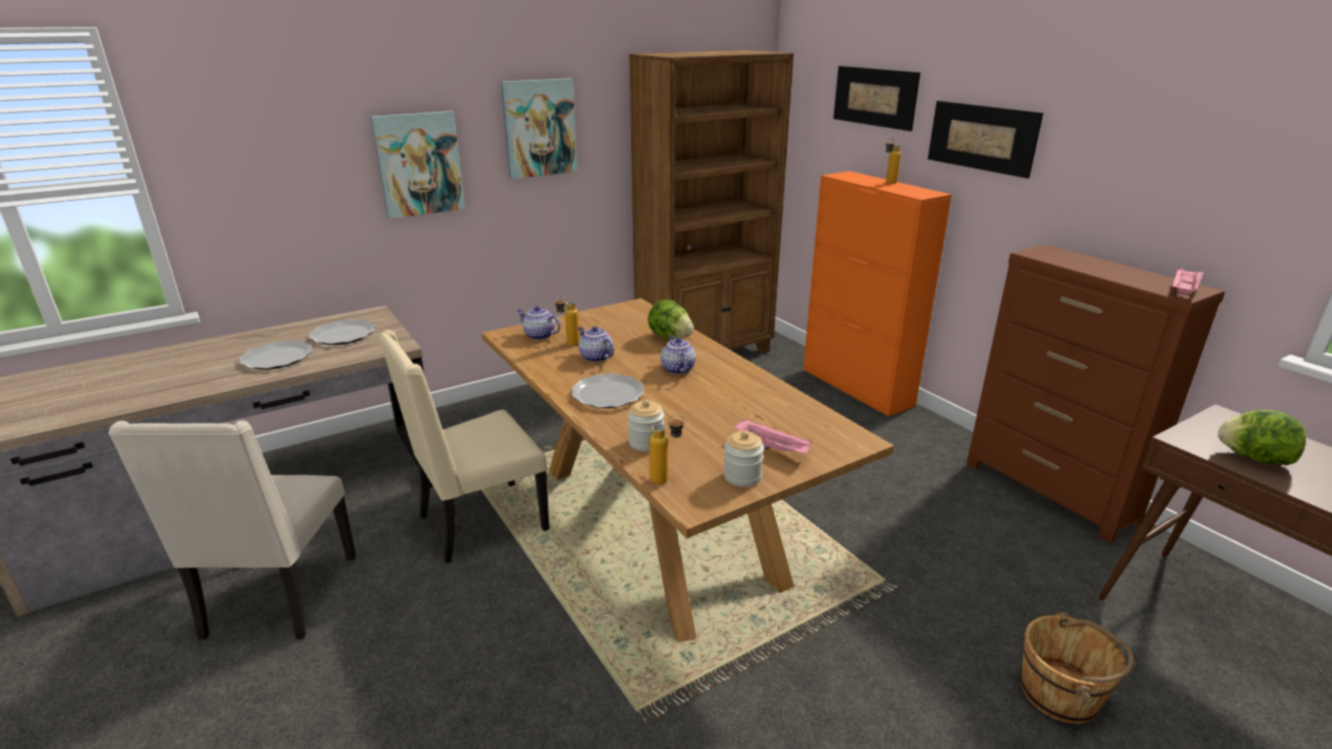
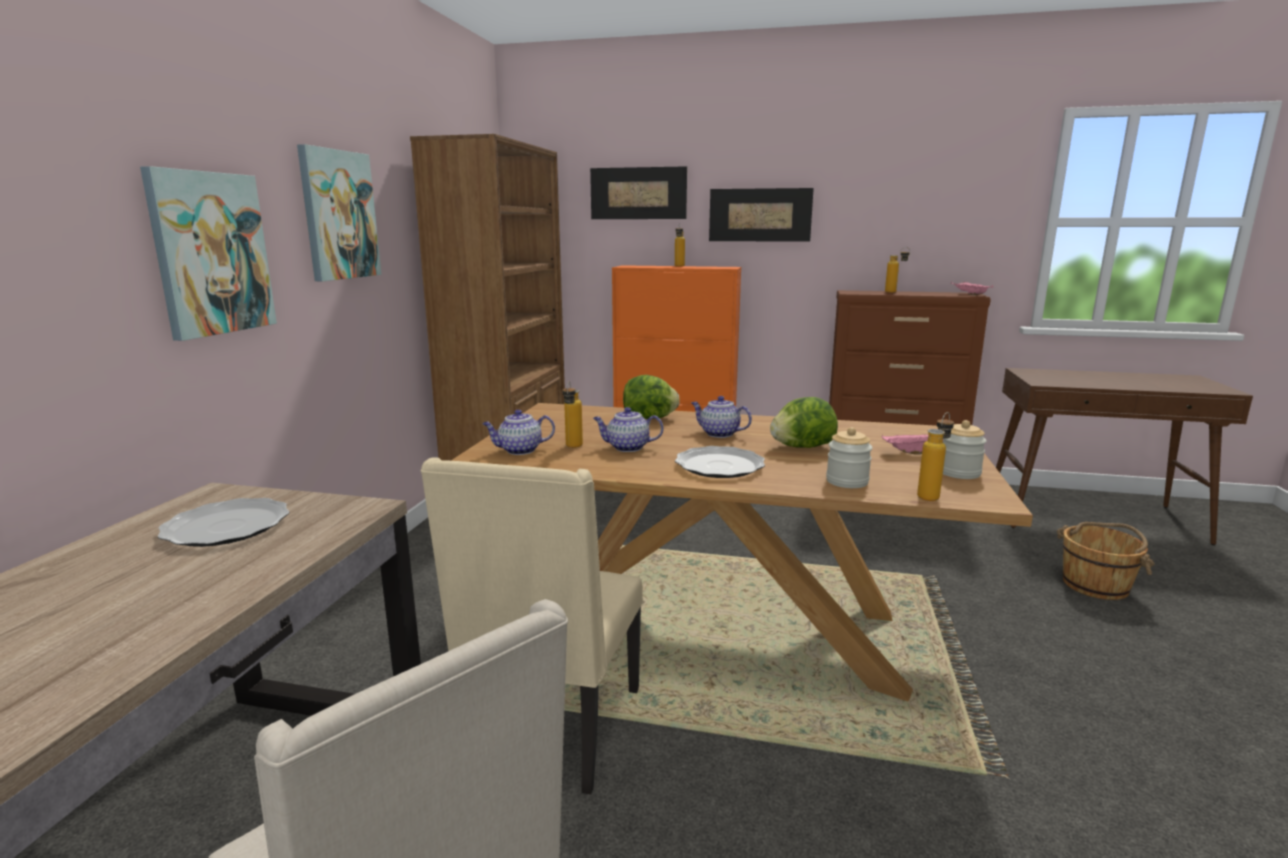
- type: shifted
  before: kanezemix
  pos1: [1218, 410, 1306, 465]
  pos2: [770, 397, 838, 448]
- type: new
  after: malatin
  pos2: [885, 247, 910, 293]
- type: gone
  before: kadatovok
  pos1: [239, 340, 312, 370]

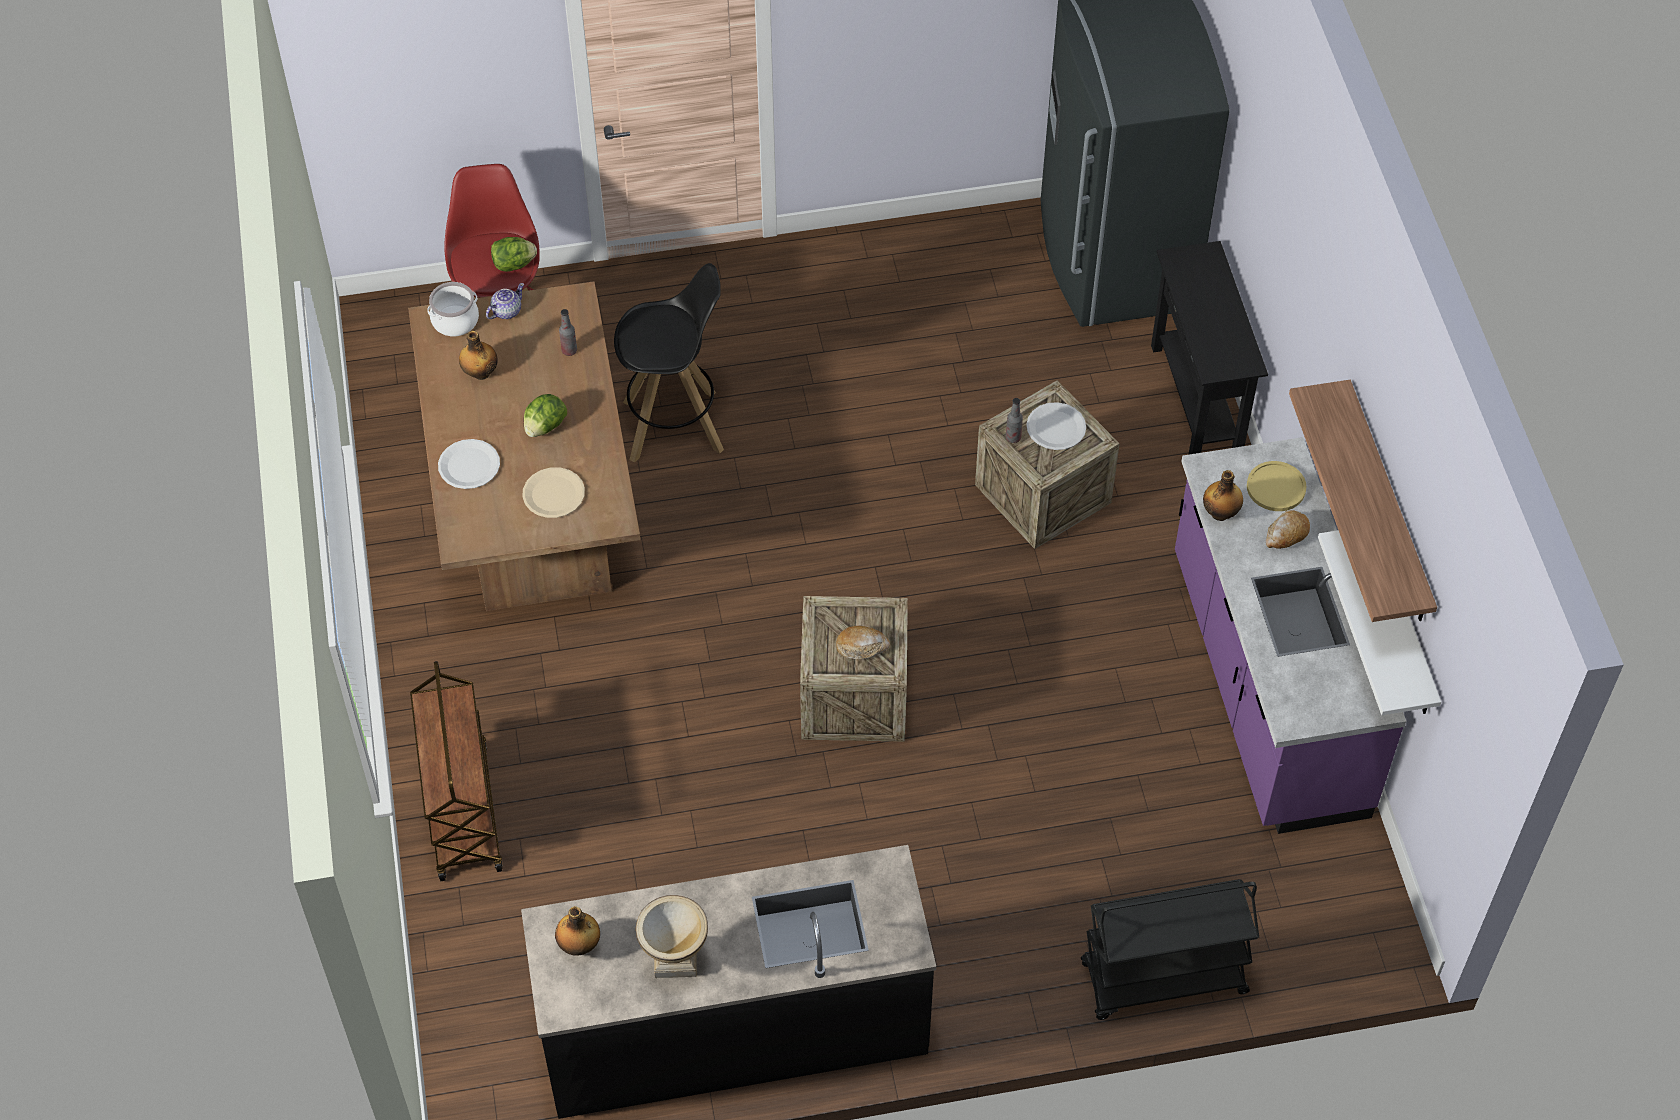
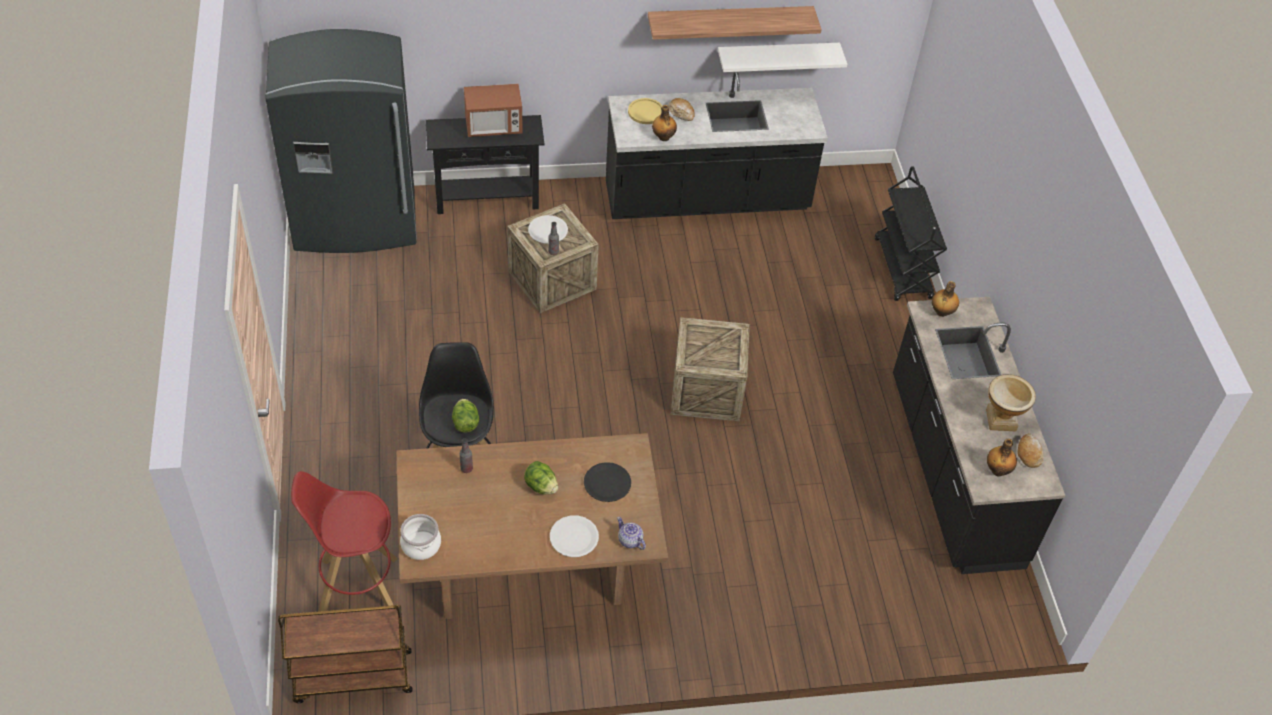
- type: shifted
  before: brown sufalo
  pos1: [410, 661, 503, 881]
  pos2: [278, 605, 413, 703]
- type: shifted
  before: kanezemix
  pos1: [491, 237, 537, 272]
  pos2: [452, 399, 479, 433]
- type: new
  after: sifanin
  pos2: [464, 84, 523, 137]
- type: repainted
  before: beige kadatovok
  after: black kadatovok
  pos1: [522, 467, 585, 518]
  pos2: [584, 462, 631, 502]
- type: repainted
  before: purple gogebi
  after: black gogebi
  pos1: [1175, 437, 1406, 834]
  pos2: [606, 72, 828, 219]
- type: shifted
  before: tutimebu
  pos1: [486, 283, 524, 319]
  pos2: [617, 517, 646, 550]
- type: shifted
  before: malatin
  pos1: [459, 331, 497, 380]
  pos2: [932, 281, 959, 317]
- type: shifted
  before: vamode
  pos1: [836, 626, 890, 659]
  pos2: [1018, 434, 1043, 468]

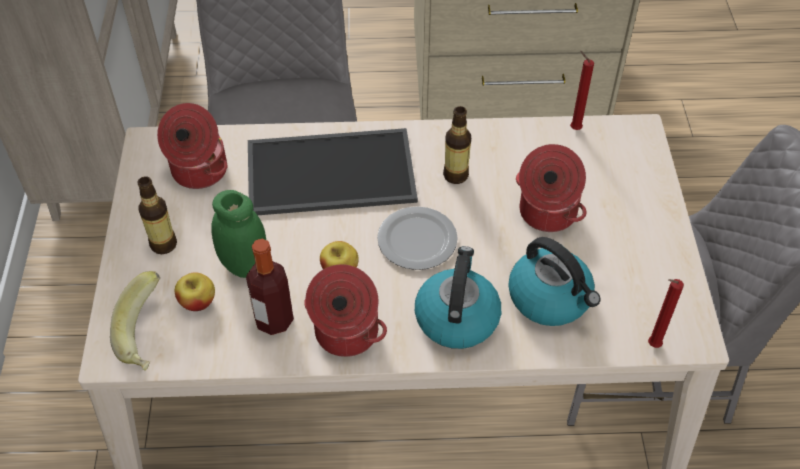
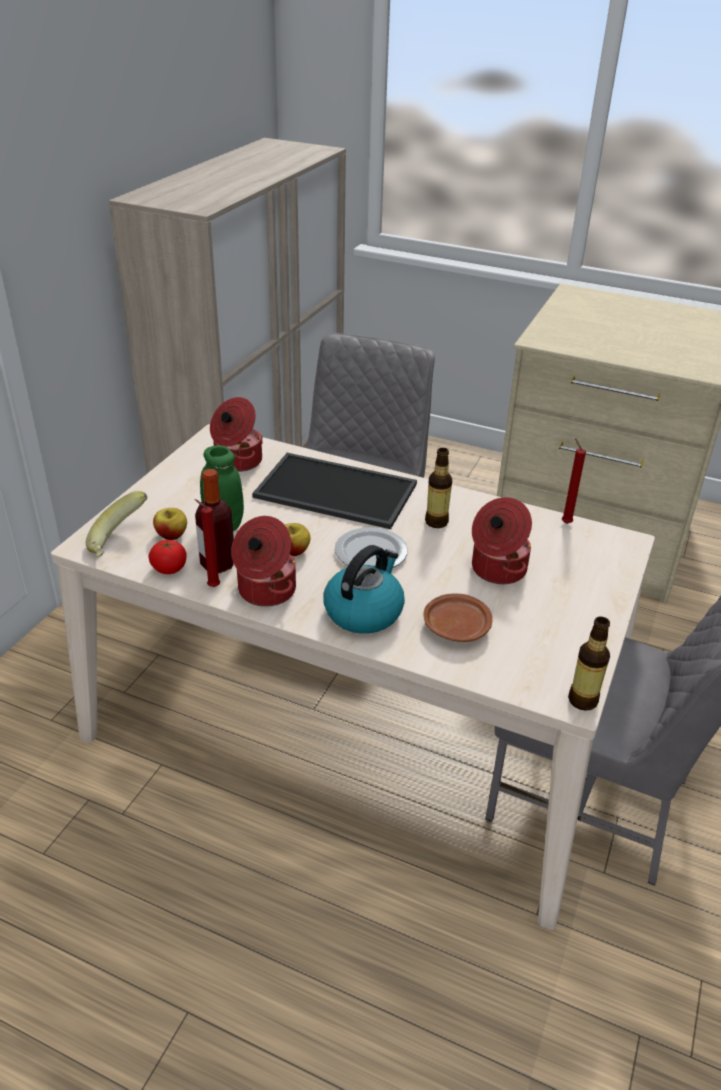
- type: new
  after: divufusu
  pos2: [148, 540, 186, 574]
- type: shifted
  before: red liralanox
  pos1: [648, 279, 684, 348]
  pos2: [194, 499, 220, 587]
- type: swapped
  before: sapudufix
  after: brown kadatovok
  pos1: [508, 237, 600, 326]
  pos2: [423, 594, 493, 642]
- type: shifted
  before: malatin
  pos1: [138, 177, 177, 254]
  pos2: [568, 617, 610, 711]

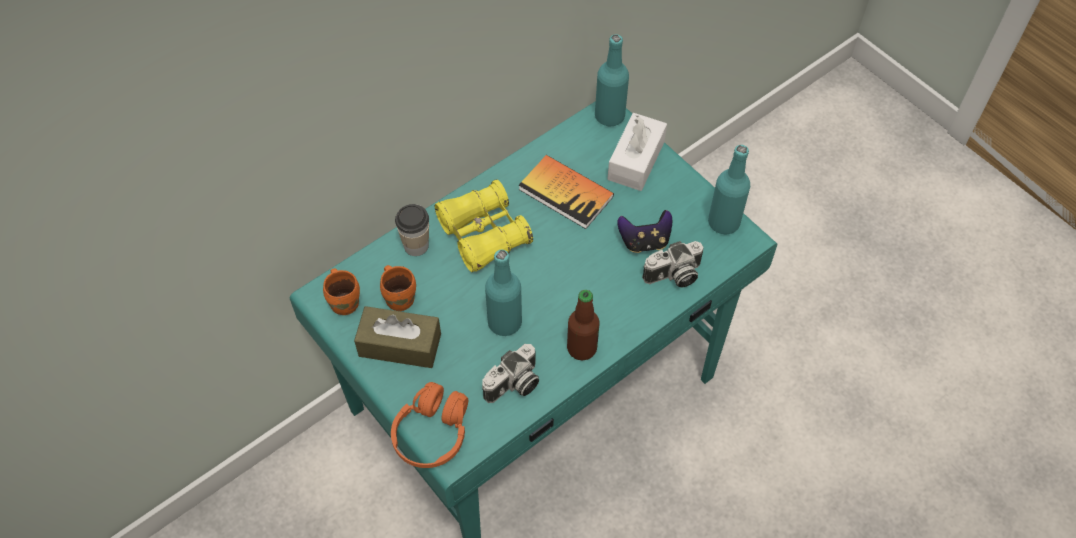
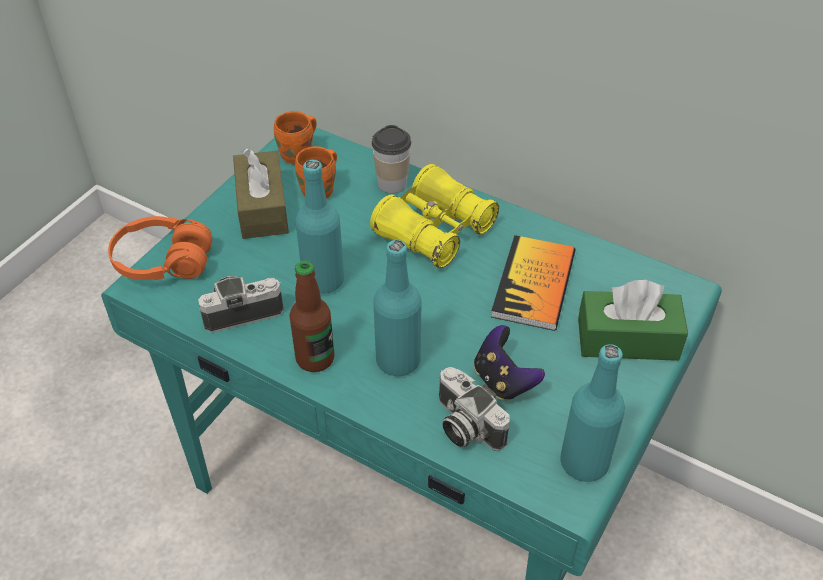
- type: rotated
  before: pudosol
  pos1: [482, 344, 539, 403]
  pos2: [198, 276, 284, 333]
  turn: 135
- type: shifted
  before: turquoise malatin
  pos1: [595, 34, 629, 126]
  pos2: [373, 240, 421, 376]
- type: repainted
  before: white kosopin
  after: green kosopin
  pos1: [607, 113, 667, 191]
  pos2: [578, 280, 688, 361]

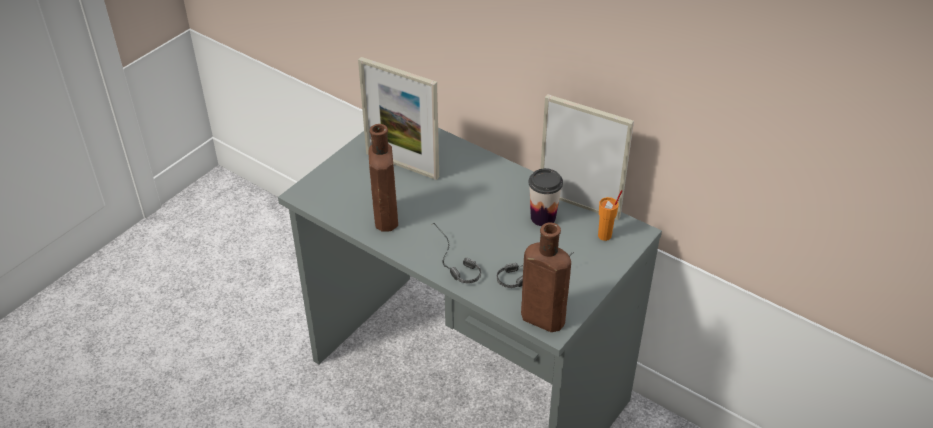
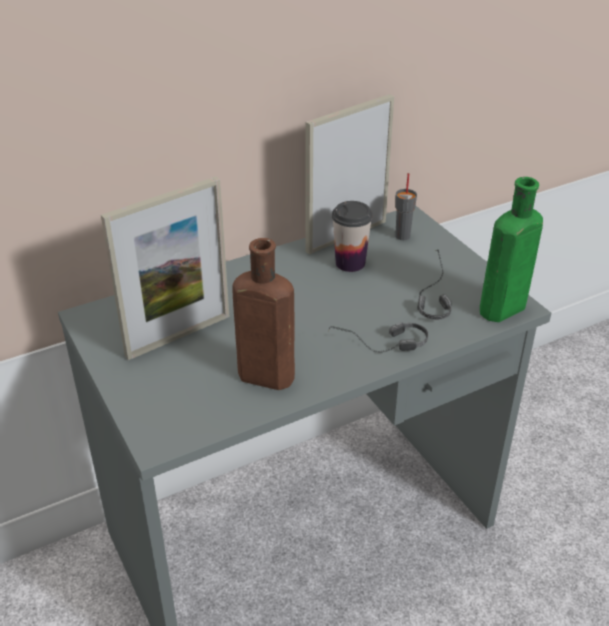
- type: repainted
  before: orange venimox
  after: grey venimox
  pos1: [598, 190, 622, 241]
  pos2: [395, 173, 417, 240]
- type: repainted
  before: brown malatin
  after: green malatin
  pos1: [521, 222, 571, 332]
  pos2: [480, 177, 543, 322]

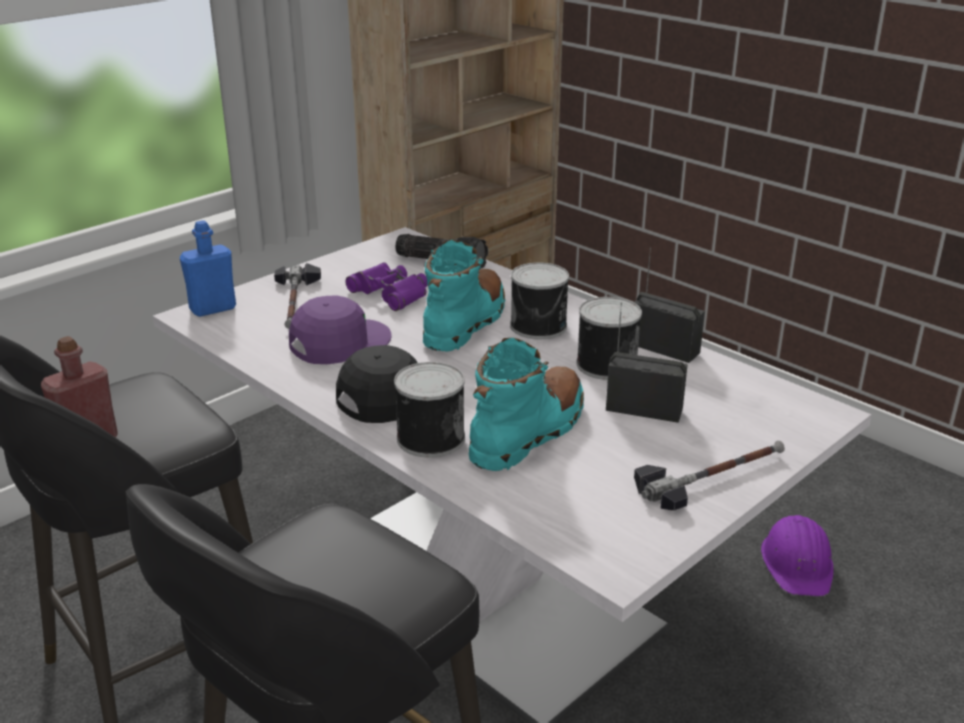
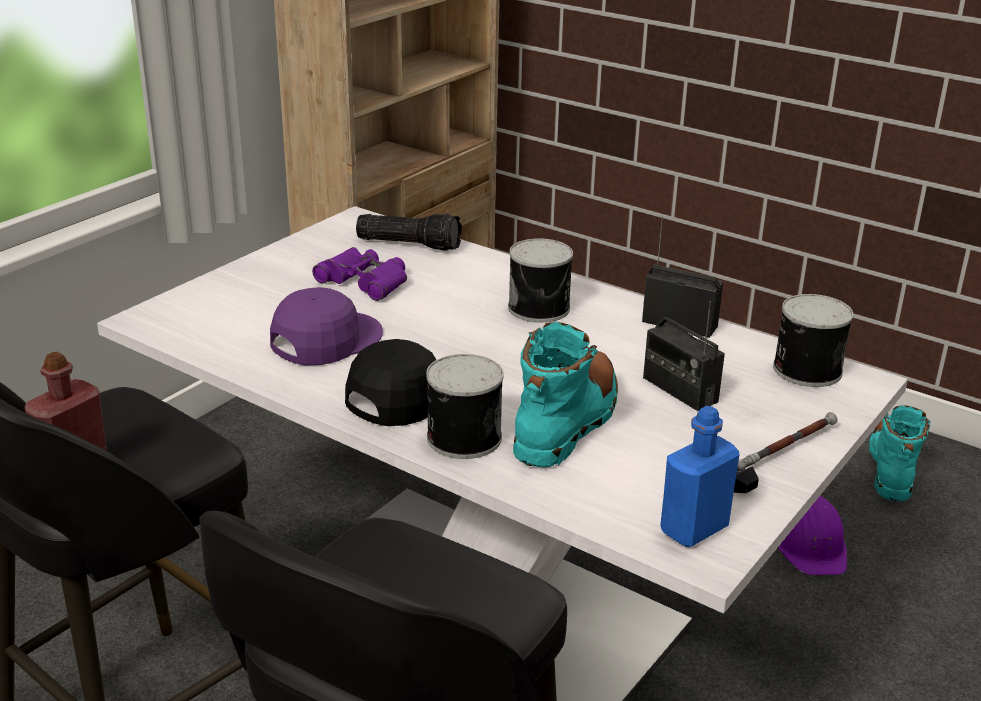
- type: rotated
  before: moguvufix
  pos1: [606, 303, 688, 423]
  pos2: [643, 300, 725, 411]
  turn: -135
- type: shifted
  before: blue malatin
  pos1: [180, 220, 236, 317]
  pos2: [660, 406, 739, 547]
- type: shifted
  before: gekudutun
  pos1: [576, 297, 642, 380]
  pos2: [773, 294, 853, 387]
- type: shifted
  before: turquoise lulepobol
  pos1: [423, 240, 505, 352]
  pos2: [869, 405, 931, 501]
- type: gone
  before: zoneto
  pos1: [274, 263, 321, 329]

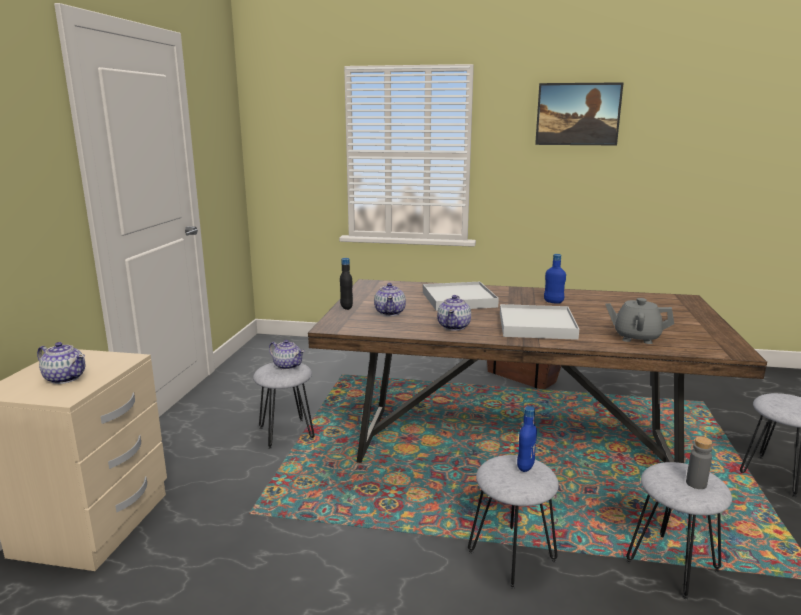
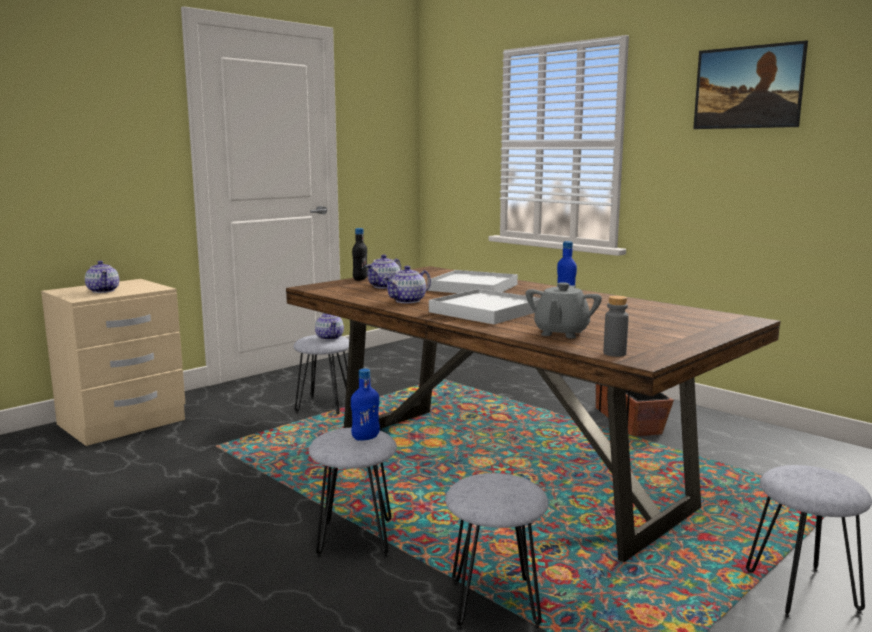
- type: rotated
  before: grey tutimebu
  pos1: [606, 298, 674, 344]
  pos2: [526, 282, 602, 339]
  turn: -120
- type: shifted
  before: grey malatin
  pos1: [686, 437, 713, 489]
  pos2: [603, 295, 629, 357]

